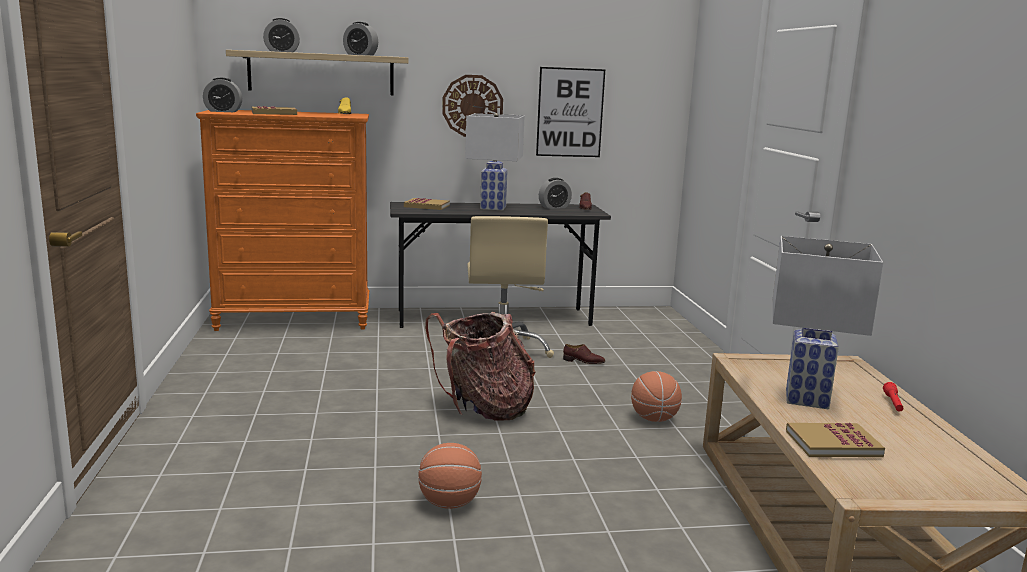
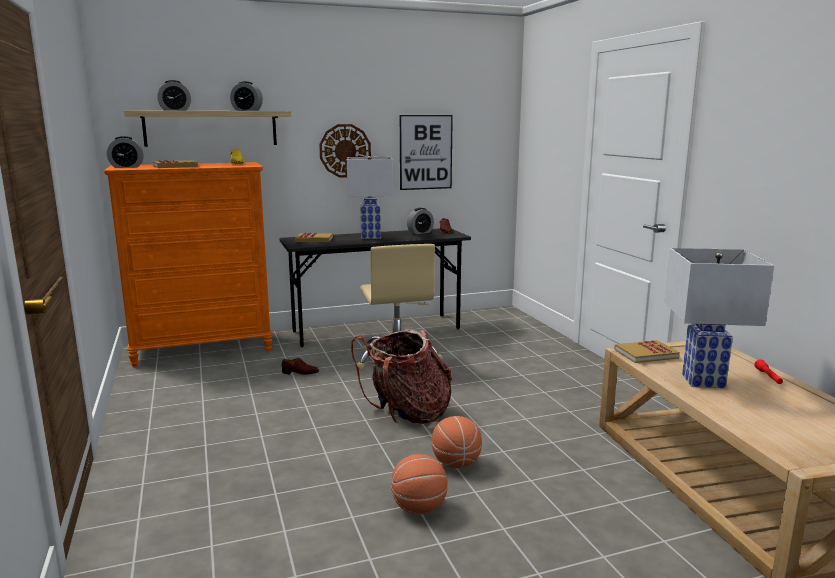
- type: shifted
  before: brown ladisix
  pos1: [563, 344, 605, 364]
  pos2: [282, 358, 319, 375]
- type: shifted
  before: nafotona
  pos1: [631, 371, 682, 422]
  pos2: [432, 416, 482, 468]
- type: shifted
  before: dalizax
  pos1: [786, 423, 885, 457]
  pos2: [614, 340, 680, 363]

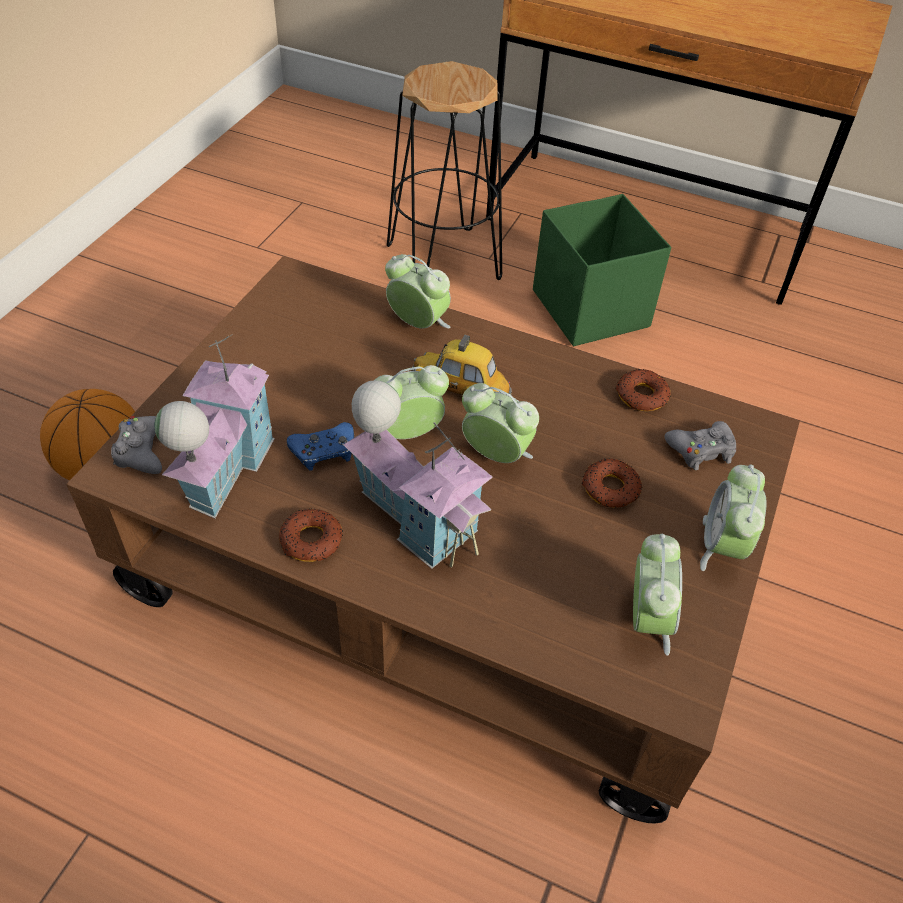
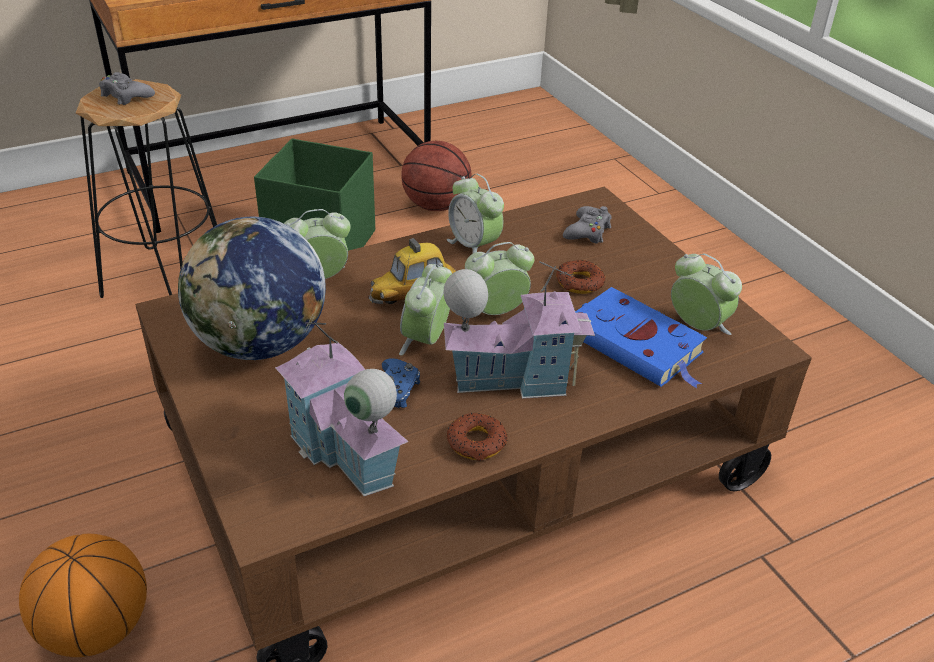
- type: shifted
  before: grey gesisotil
  pos1: [111, 416, 162, 474]
  pos2: [99, 72, 155, 105]
- type: new
  after: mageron
  pos2: [178, 217, 326, 360]
- type: new
  after: nafotona
  pos2: [401, 141, 472, 211]
- type: shifted
  before: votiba
  pos1: [700, 464, 767, 571]
  pos2: [447, 174, 504, 253]
- type: new
  after: blue dalizax
  pos2: [575, 287, 707, 388]
- type: gone
  before: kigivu
  pos1: [615, 369, 670, 411]

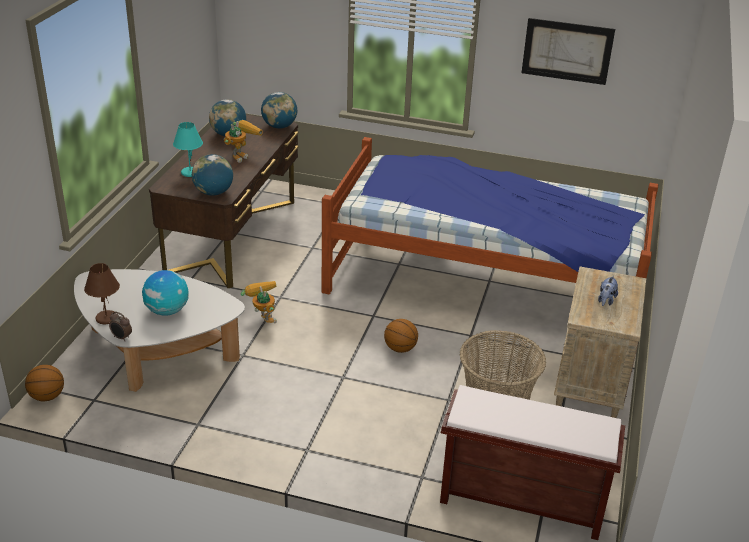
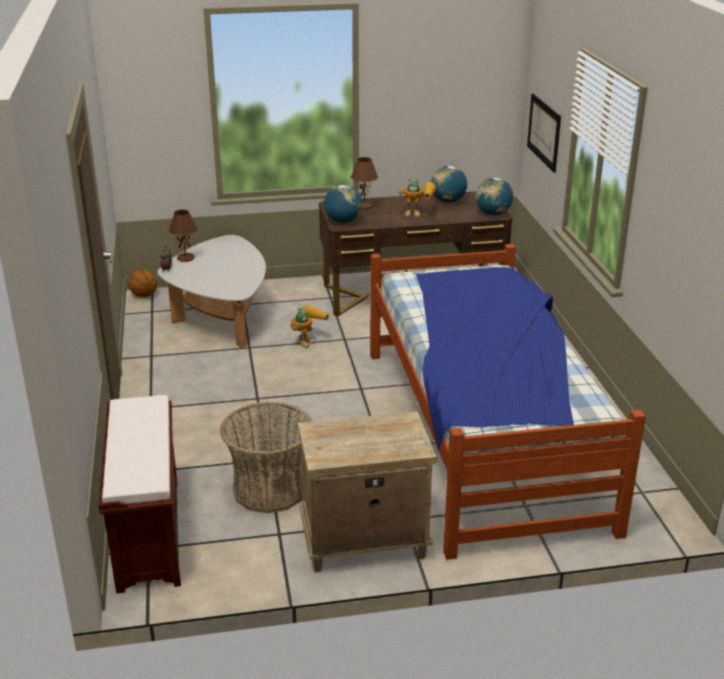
- type: repainted
  before: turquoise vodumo
  after: brown vodumo
  pos1: [173, 122, 203, 177]
  pos2: [351, 157, 378, 209]
- type: shifted
  before: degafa
  pos1: [521, 18, 615, 85]
  pos2: [527, 93, 561, 173]
- type: gone
  before: mageron
  pos1: [142, 270, 189, 316]
- type: gone
  before: nafotona
  pos1: [384, 319, 418, 353]
- type: gone
  before: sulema
  pos1: [598, 276, 618, 306]

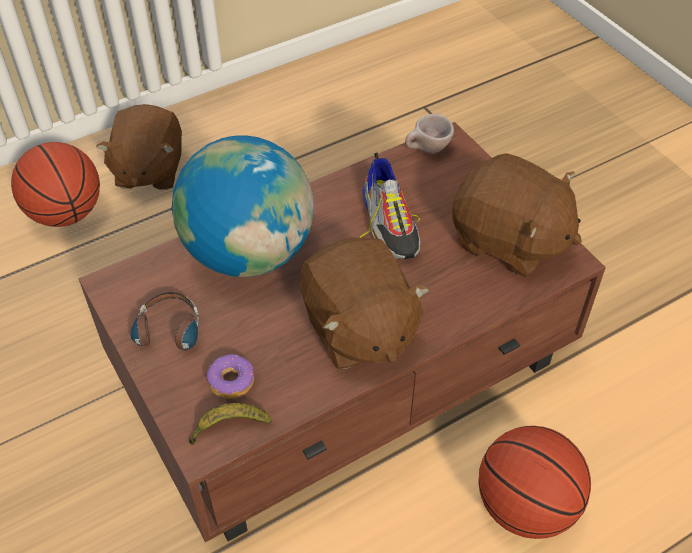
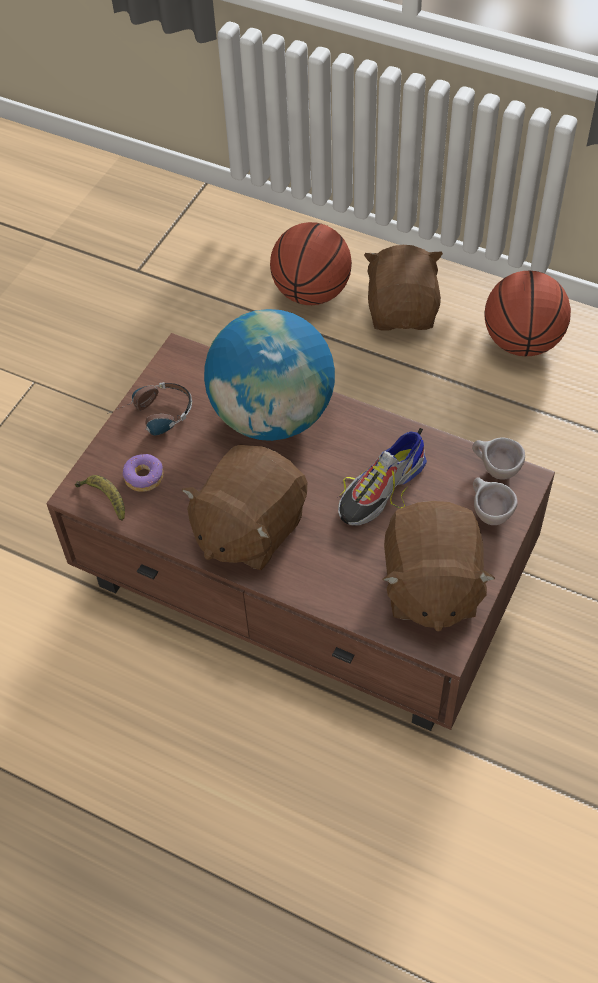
- type: rotated
  before: brown sulema
  pos1: [96, 104, 182, 190]
  pos2: [364, 245, 443, 331]
  turn: 120
- type: new
  after: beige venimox
  pos2: [473, 477, 518, 525]
- type: shifted
  before: nafotona
  pos1: [478, 426, 591, 539]
  pos2: [485, 271, 571, 356]

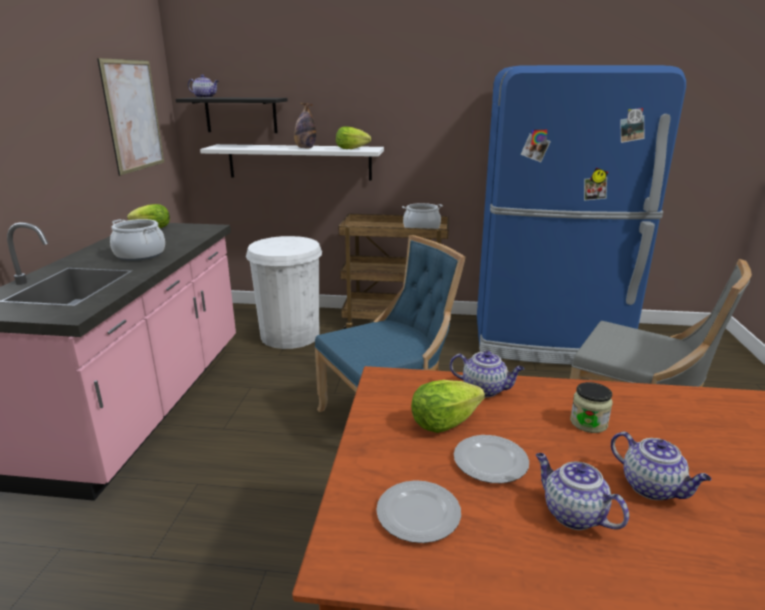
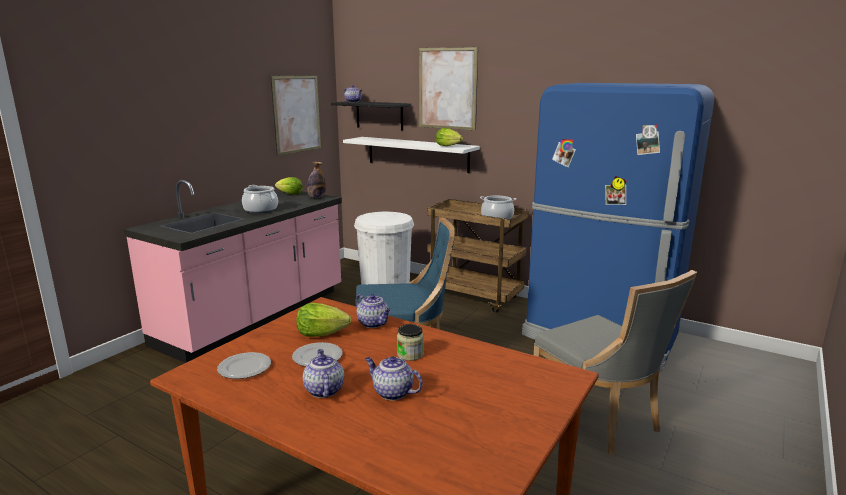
- type: shifted
  before: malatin
  pos1: [294, 103, 316, 148]
  pos2: [307, 162, 326, 198]
- type: rotated
  before: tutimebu
  pos1: [611, 432, 712, 500]
  pos2: [365, 356, 423, 401]
  turn: 135
- type: new
  after: degafa
  pos2: [419, 47, 478, 130]

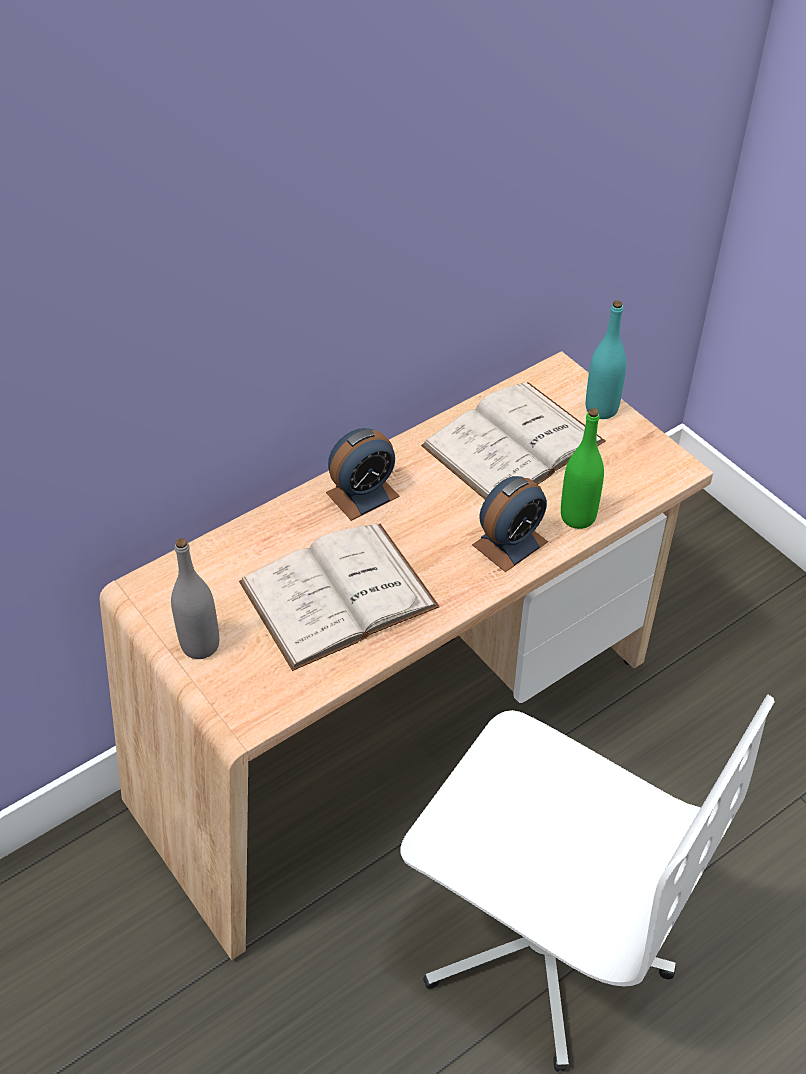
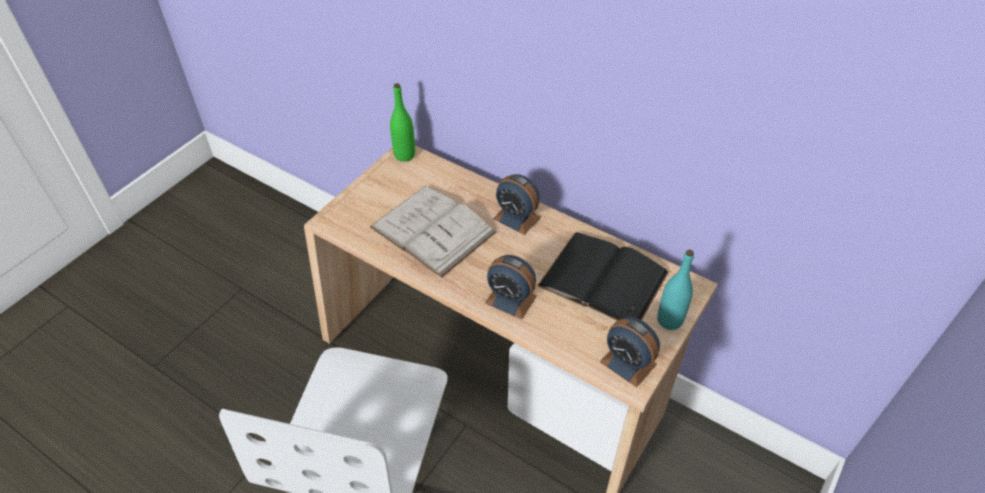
- type: shifted
  before: green malatin
  pos1: [561, 408, 604, 529]
  pos2: [390, 83, 415, 162]
- type: repainted
  before: white dalizax
  after: black dalizax
  pos1: [421, 382, 606, 499]
  pos2: [538, 232, 669, 320]
- type: new
  after: votiba
  pos2: [600, 317, 660, 388]
- type: gone
  before: grey malatin
  pos1: [171, 538, 219, 659]

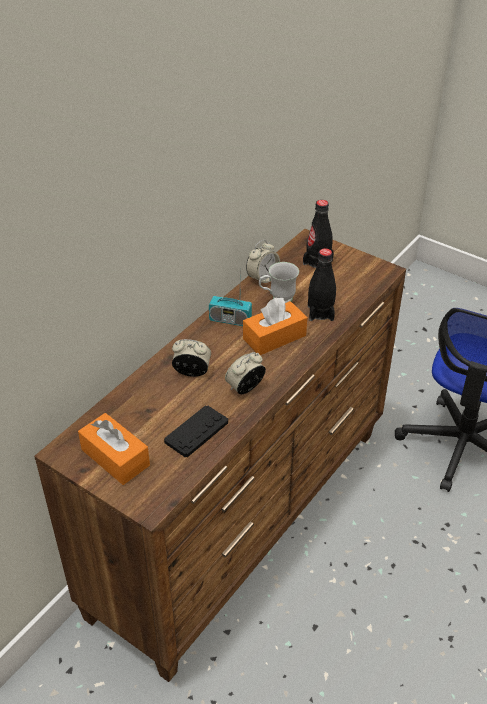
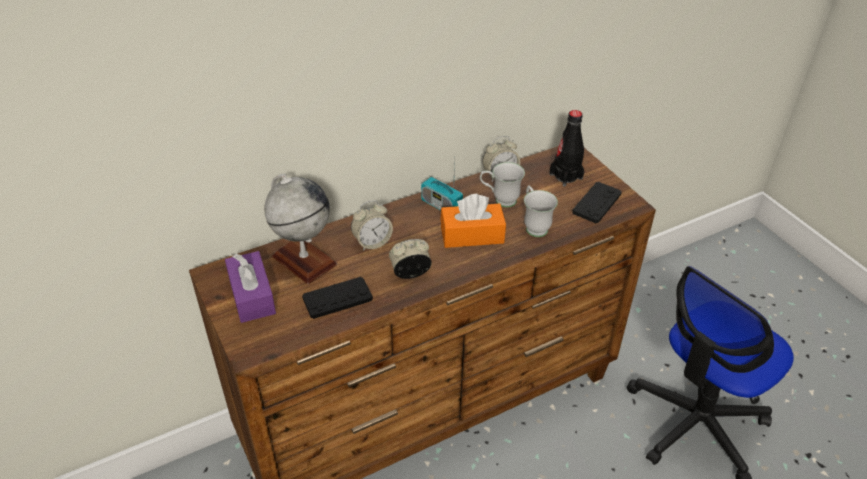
- type: repainted
  before: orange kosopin
  after: purple kosopin
  pos1: [78, 413, 150, 485]
  pos2: [225, 251, 276, 323]
- type: new
  after: mageron
  pos2: [264, 174, 338, 284]
- type: rotated
  before: votiba
  pos1: [172, 339, 211, 377]
  pos2: [351, 200, 393, 251]
  turn: 120
- type: swapped
  before: black malatin
  after: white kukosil
  pos1: [308, 248, 336, 321]
  pos2: [524, 185, 558, 237]
- type: new
  after: black gesisotil
  pos2: [572, 182, 622, 223]

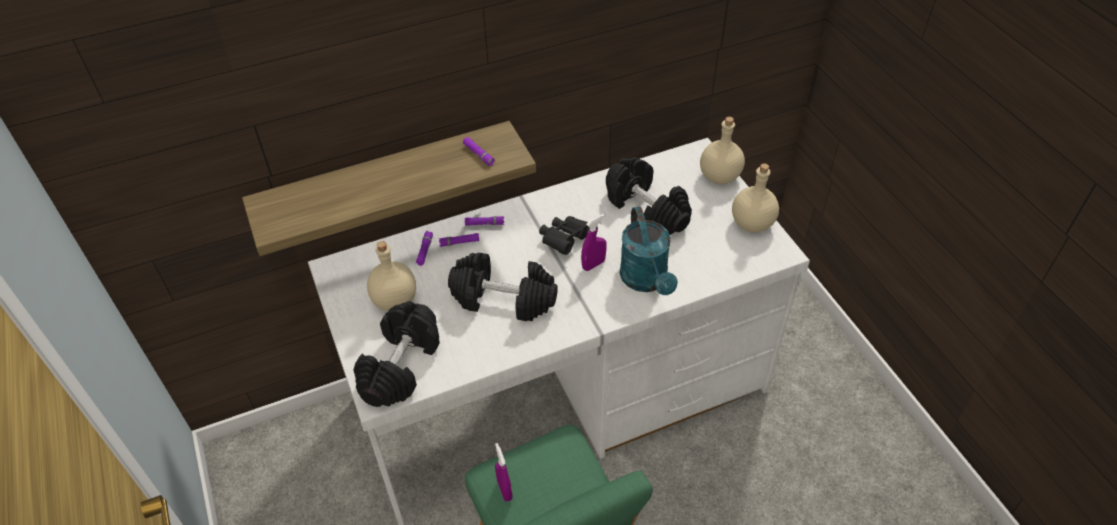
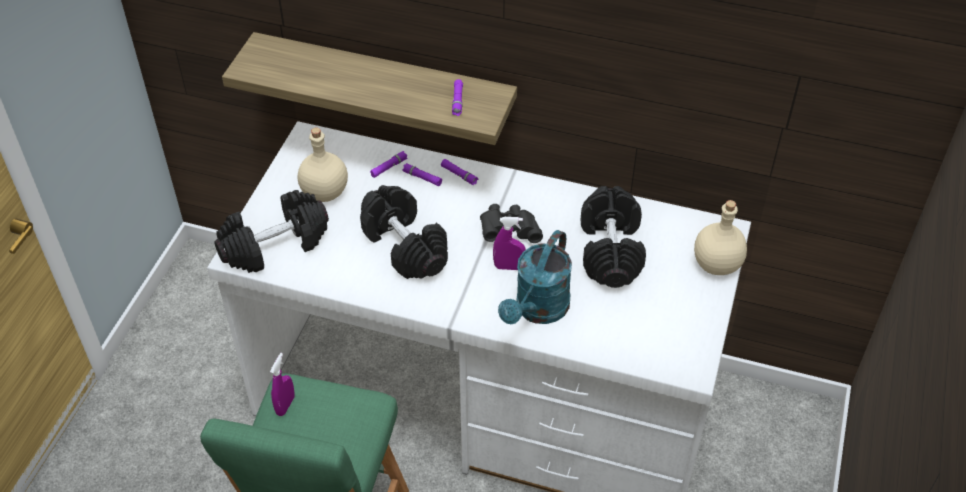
- type: gone
  before: beige malatin
  pos1: [732, 163, 779, 233]

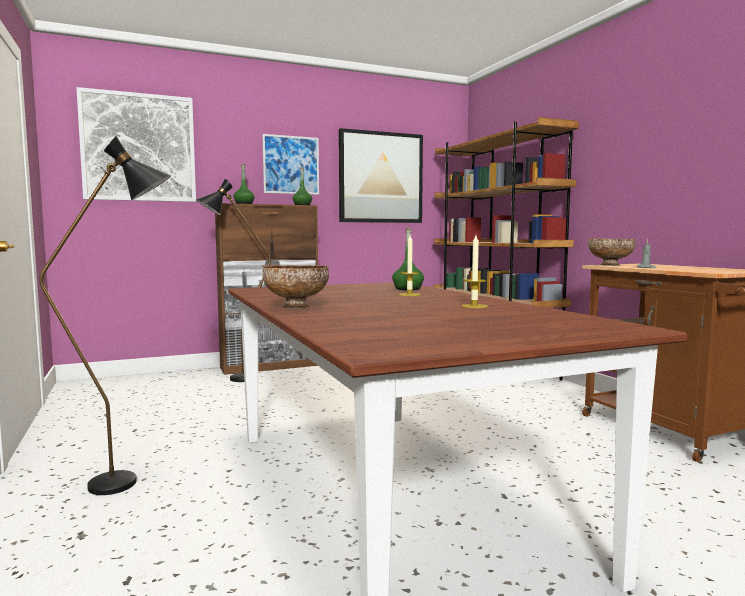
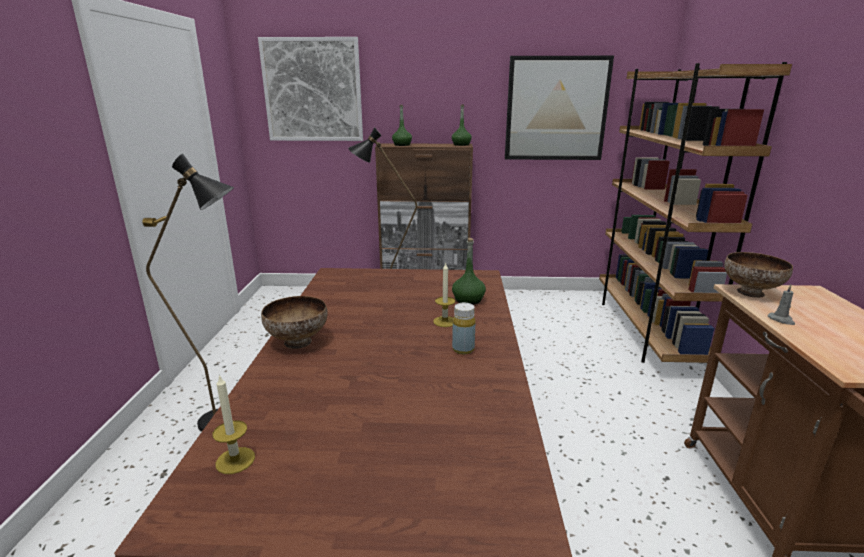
- type: shifted
  before: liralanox
  pos1: [461, 235, 488, 308]
  pos2: [213, 374, 255, 474]
- type: new
  after: yellow malatin
  pos2: [452, 303, 476, 354]
- type: gone
  before: degafa
  pos1: [262, 134, 319, 195]

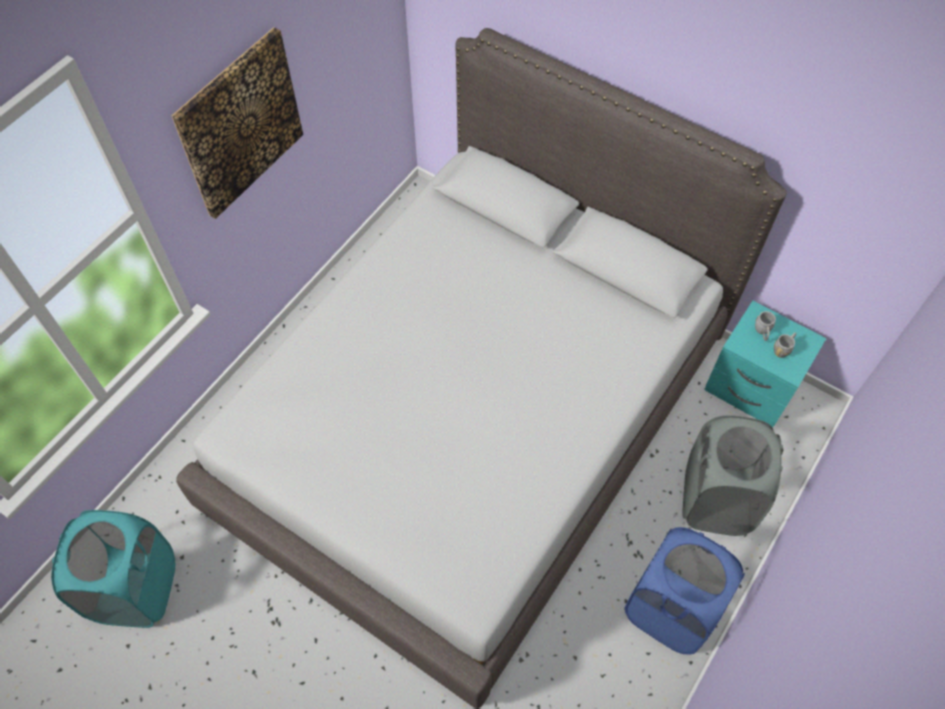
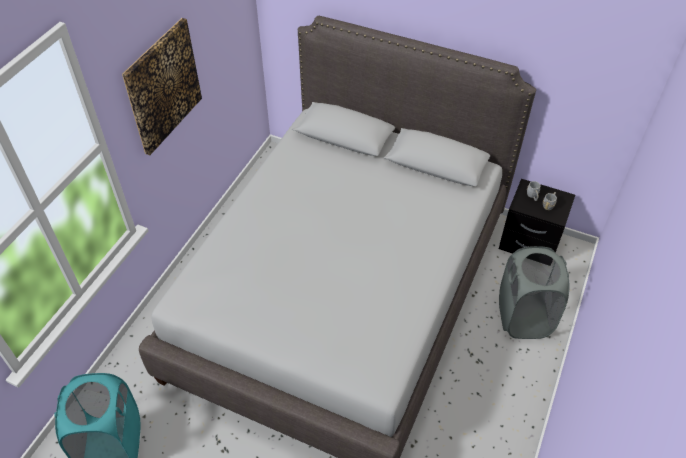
- type: repainted
  before: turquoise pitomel
  after: black pitomel
  pos1: [704, 301, 826, 428]
  pos2: [499, 179, 575, 254]
- type: gone
  before: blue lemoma
  pos1: [624, 527, 745, 655]

